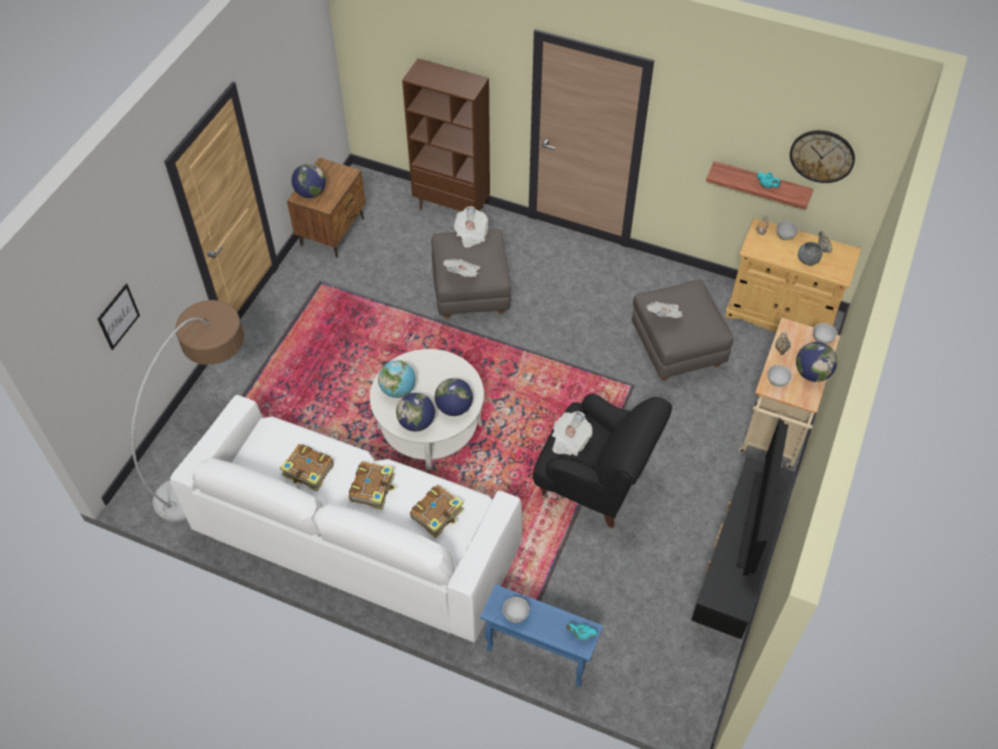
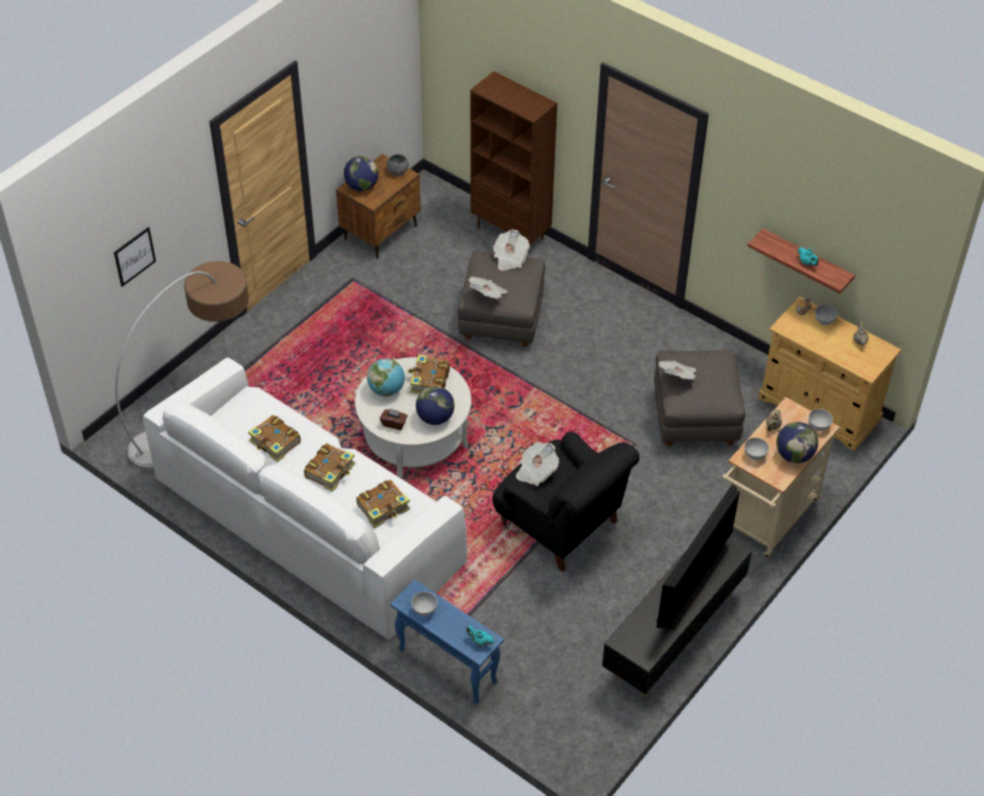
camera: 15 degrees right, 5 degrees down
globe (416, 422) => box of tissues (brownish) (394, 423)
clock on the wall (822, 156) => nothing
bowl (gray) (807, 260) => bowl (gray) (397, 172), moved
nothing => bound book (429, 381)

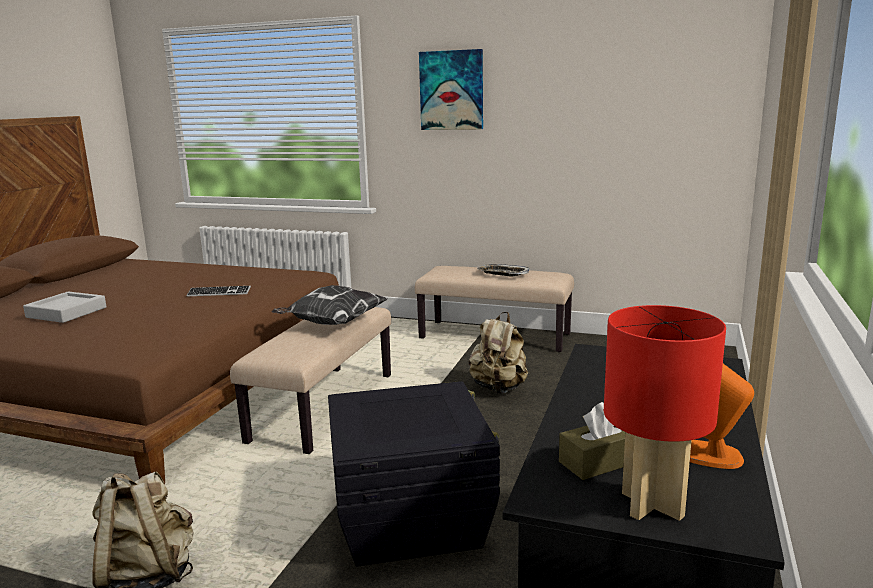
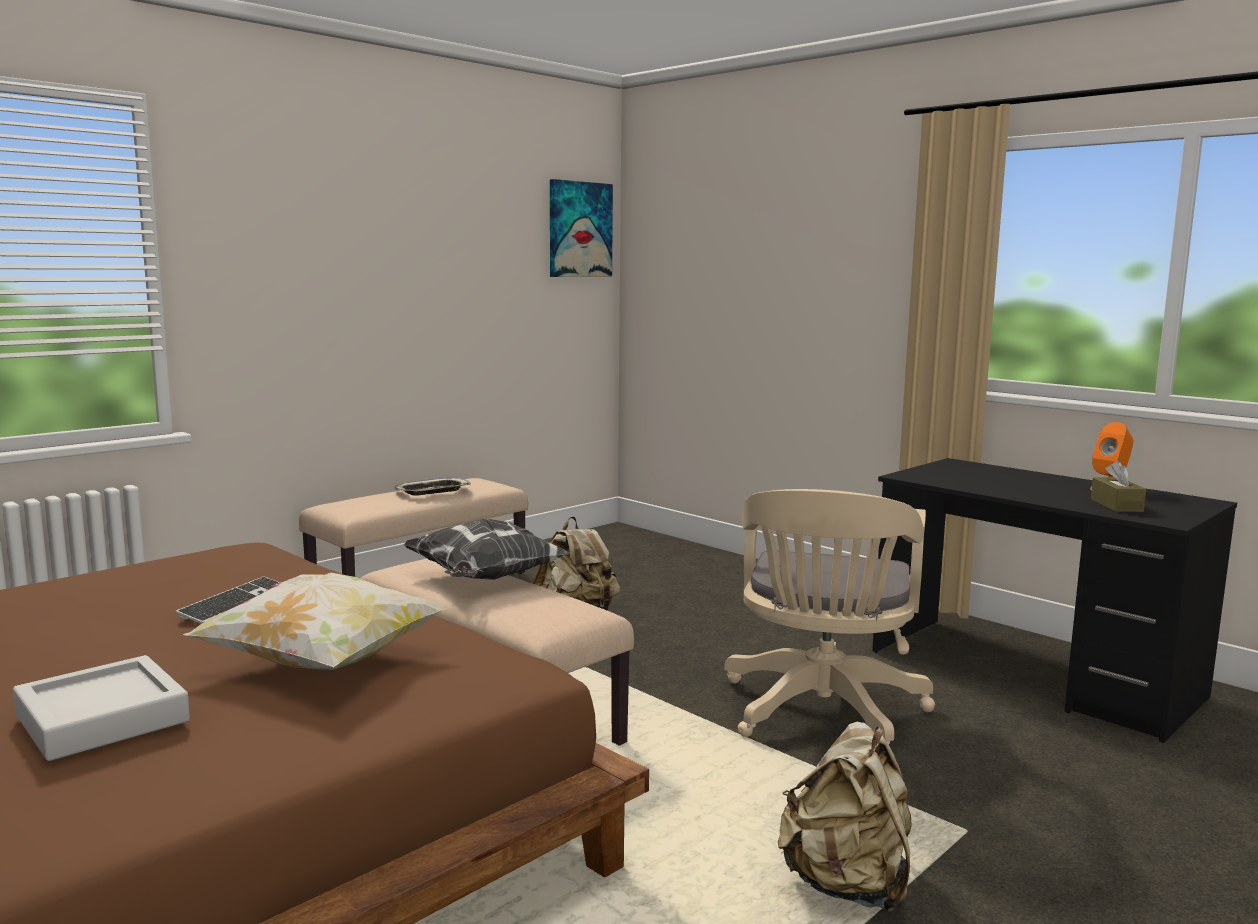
camera: 65 degrees left, 5 degrees down
storage container (black-coloured) (411, 518) => computer chair (beige-coloured) (822, 715)
wall art (451, 90) => wall art (579, 229), moved
lamp for a table (red) (652, 505) => nothing
nothing => throw pillow (323, 664)

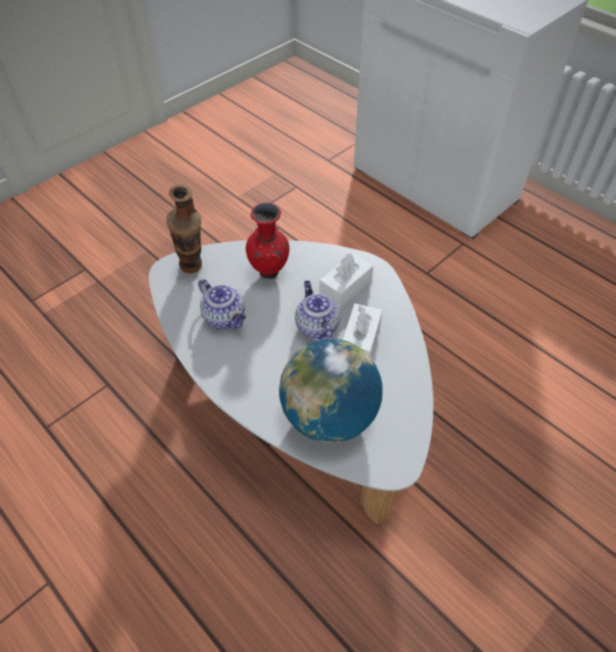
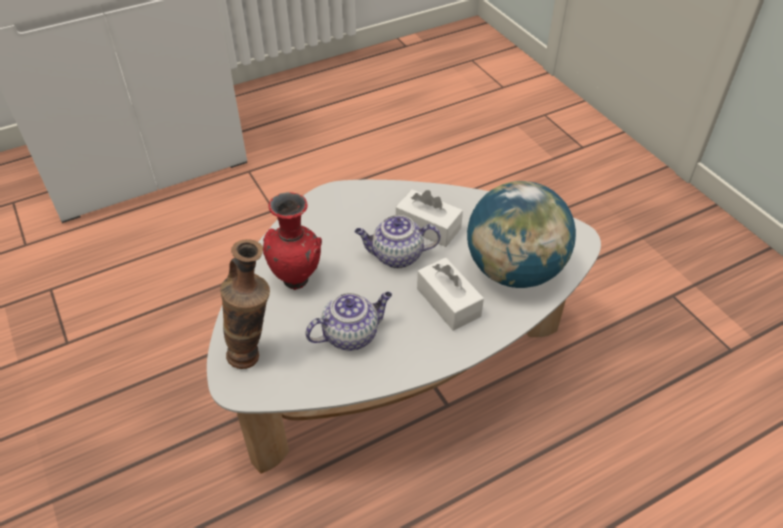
camera: 75 degrees left, 5 degrees down
box of tissues (white) (345, 287) => box of tissues (white) (448, 302), moved

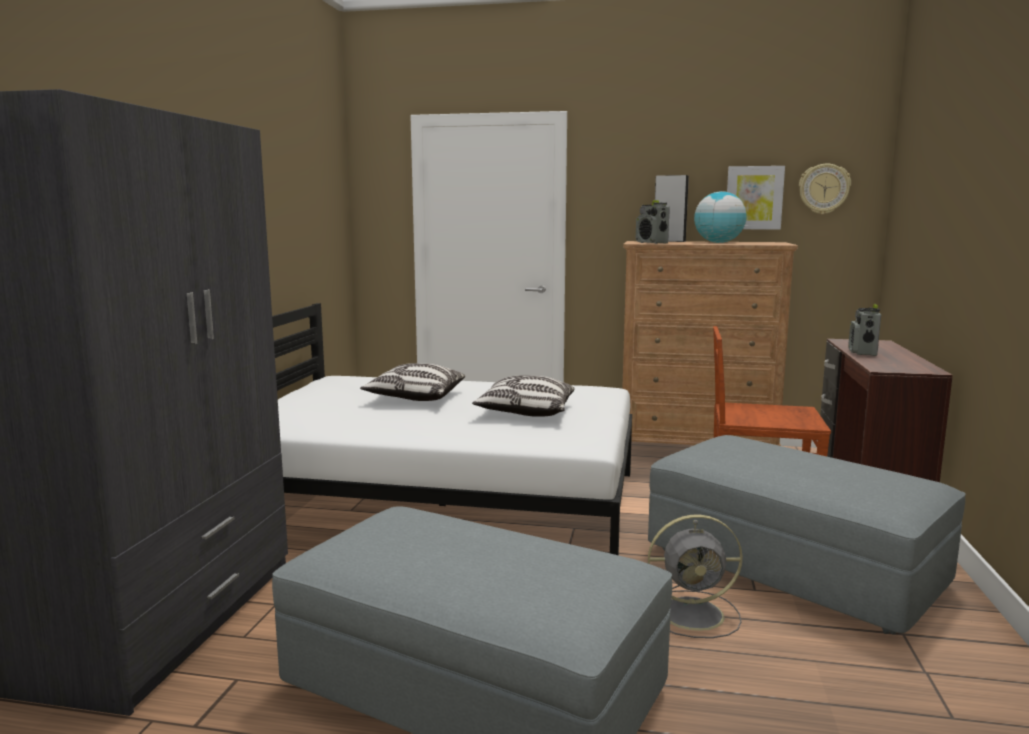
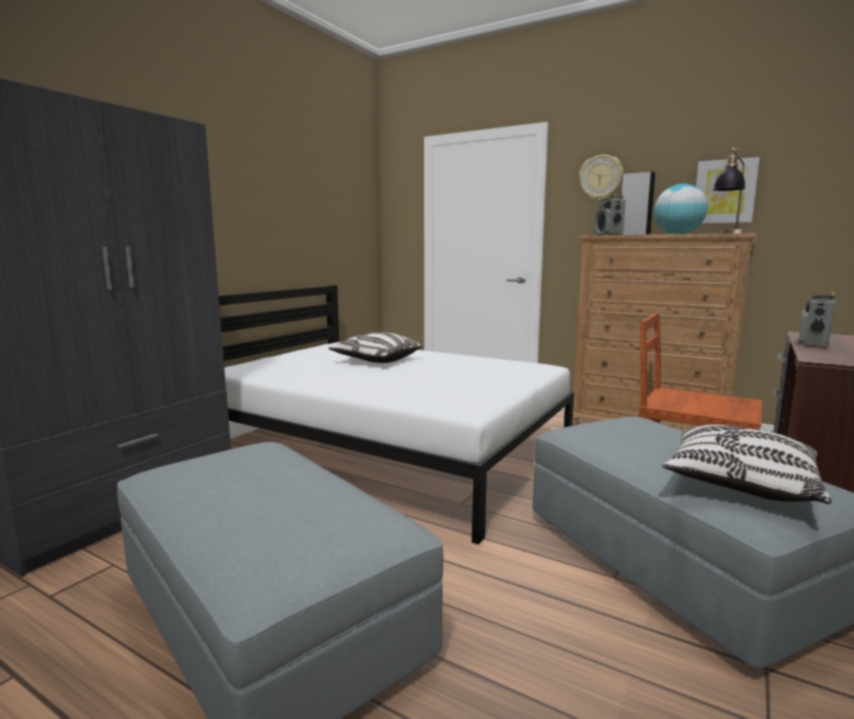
camera: 20 degrees right, 0 degrees up
throw pillow (525, 412) => throw pillow (740, 484), moved
fan (gray) (695, 614) => nothing
clock on the wall (824, 189) => clock on the wall (601, 177), moved
nothing => lamp for a table (729, 233)

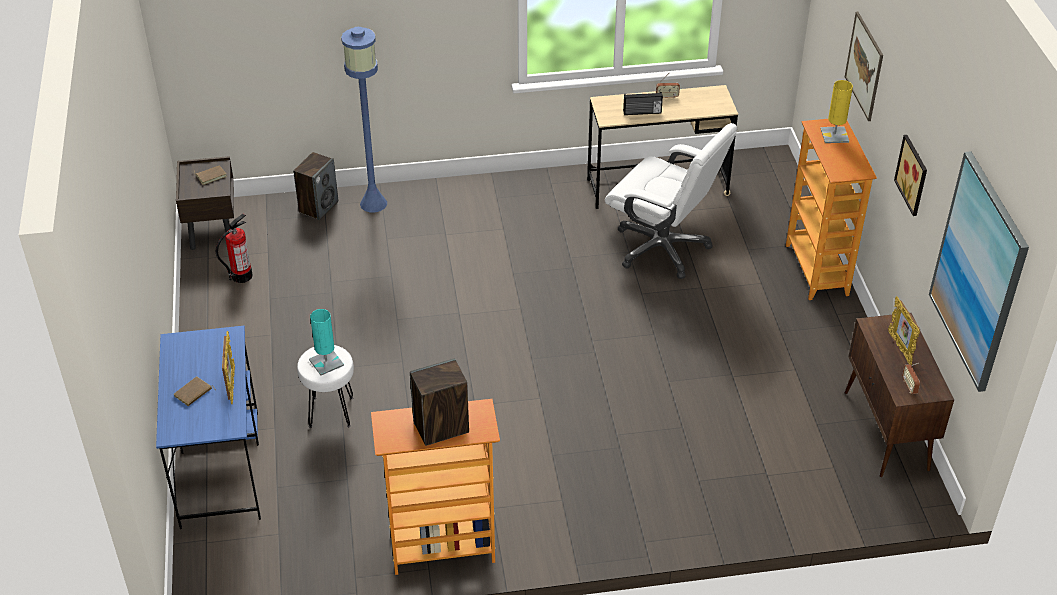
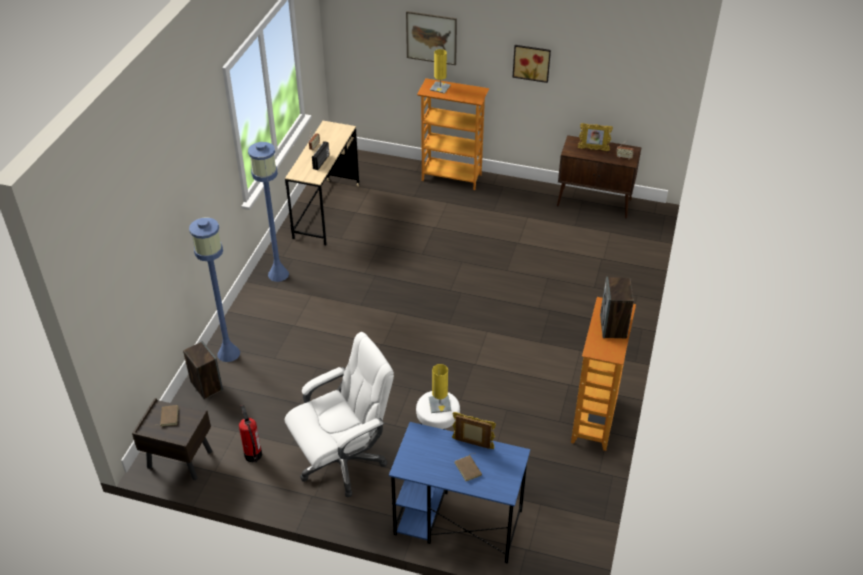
camera: 65 degrees left, 0 degrees up
lamp for a table (turquoise) (326, 362) => lamp for a table (yellowish) (439, 404)
computer chair (white) (663, 248) => computer chair (white) (343, 461), moved
wall art (978, 272) => nothing
nothing => standing lamp (bluish) (278, 274)

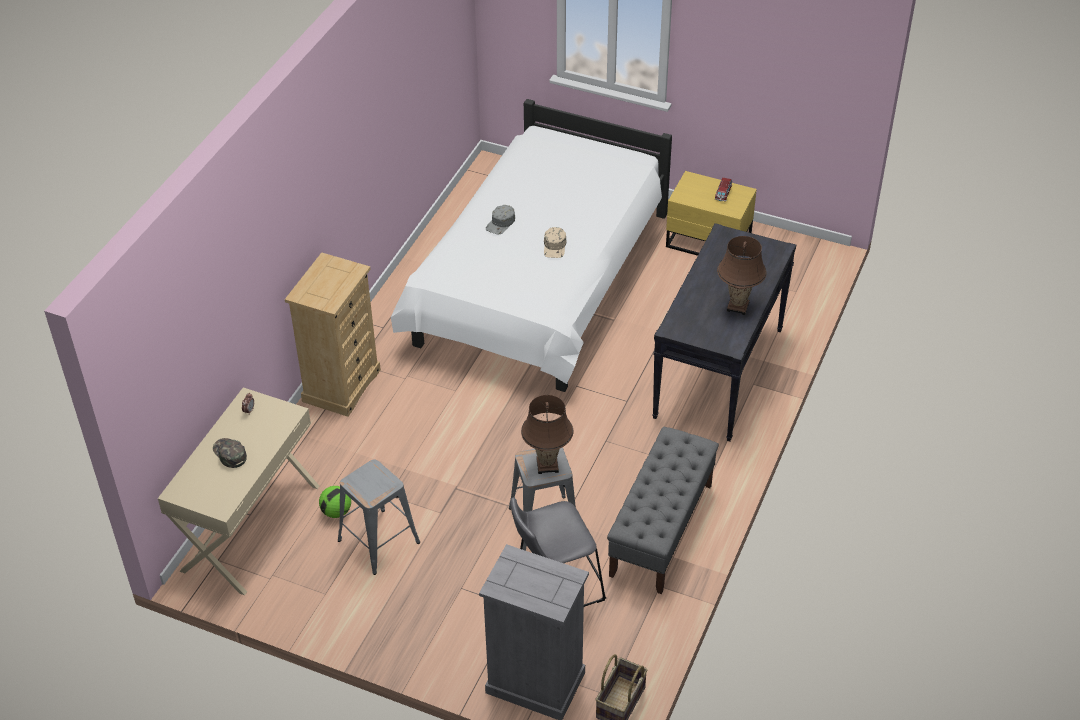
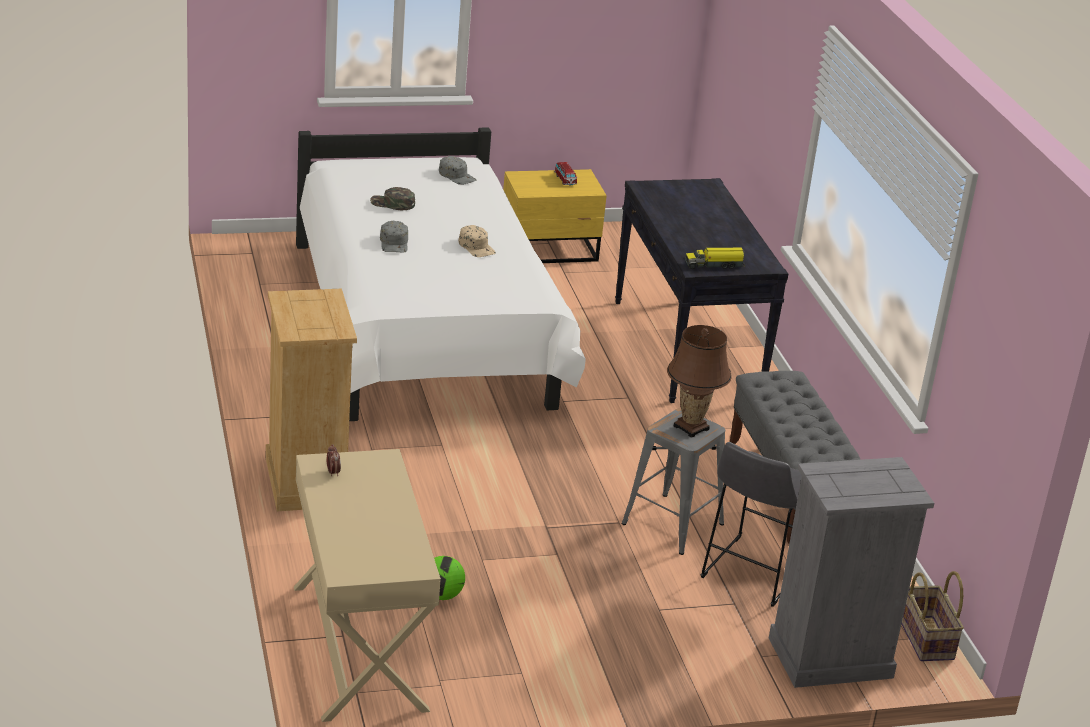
camera: 40 degrees left, 15 degrees down
cap (greenish) (229, 454) => cap (greenish) (392, 204), moved
stool seat (gray) (379, 541) => nothing
lamp for a table (brownish) (738, 307) => nothing
nothing => cap (gray) (457, 176)
nothing => toy truck (714, 265)

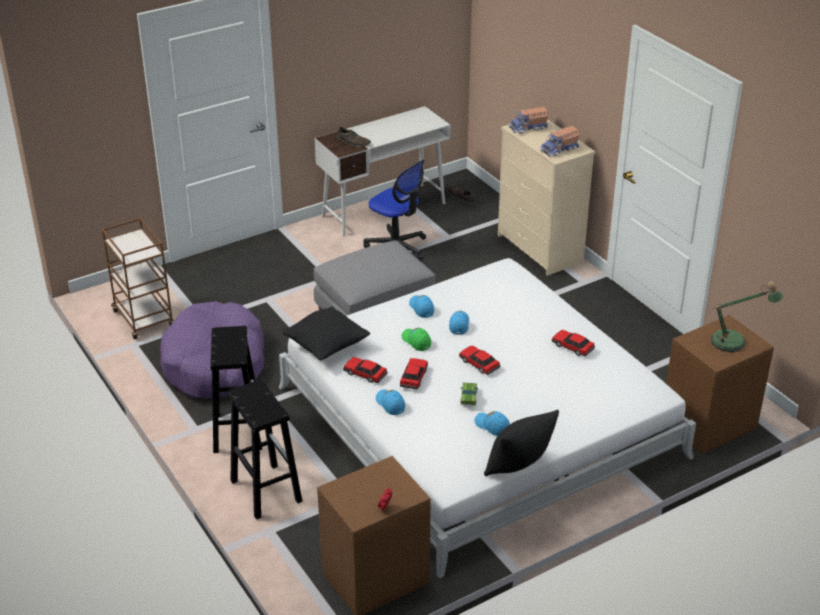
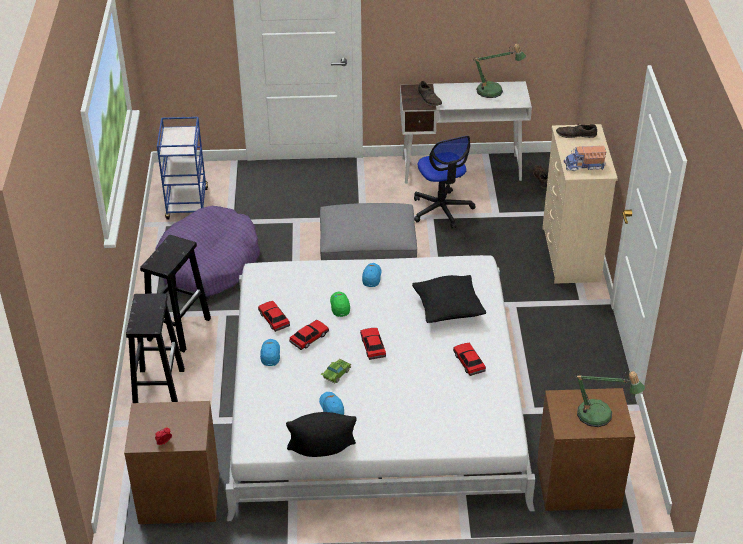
camera: 30 degrees right, 5 degrees up
wheeled cart (brownish) (144, 319) => wheeled cart (bluish) (187, 205)
throw pillow (black-coloured) (326, 347) => throw pillow (black-coloured) (448, 311), moved
cap (bluish) (459, 325) => nothing
toy truck (529, 128) => item of footwear (brownish) (576, 135)
nothing => lamp for a table (494, 92)

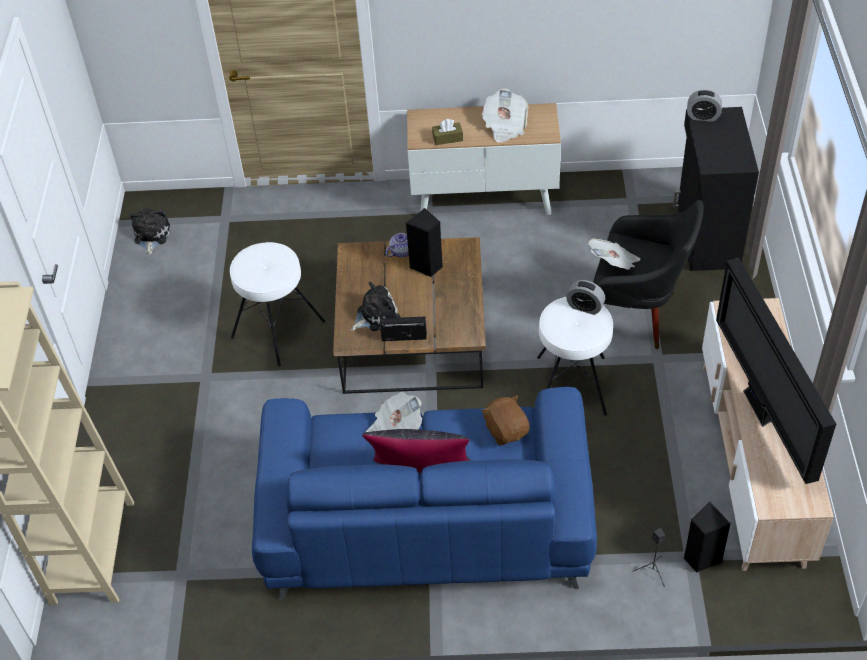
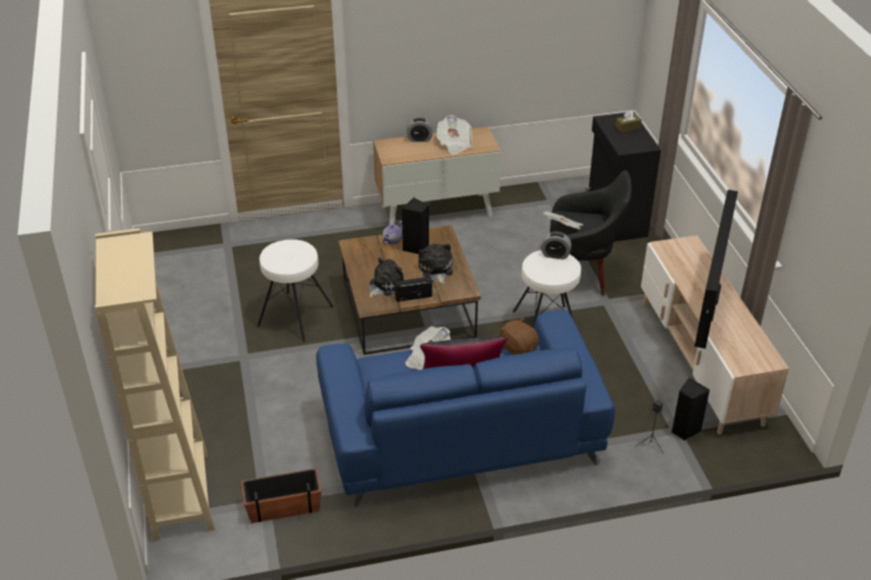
camera: 15 degrees left, 10 degrees down
plush toy (151, 235) => plush toy (436, 270), moved
box of tissues (brownish) (447, 138) => box of tissues (brownish) (627, 127), moved
bedside clock (703, 116) => bedside clock (419, 139), moved
TV set (760, 409) => TV set (710, 307), 135 degrees counterclockwise
nothing => flower pot (283, 506)

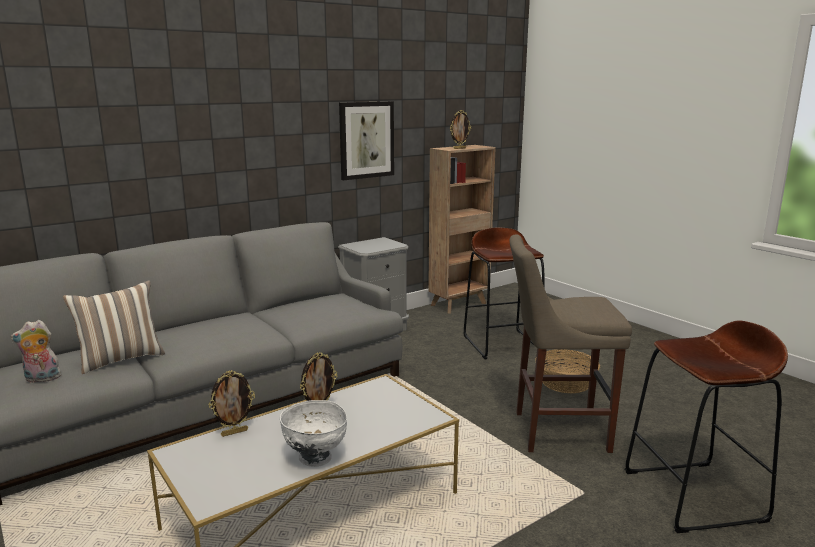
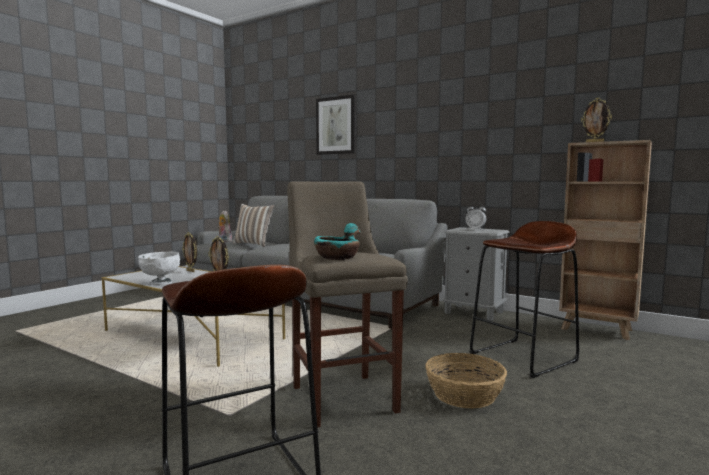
camera: 70 degrees right, 10 degrees down
wall art (366, 140) => wall art (336, 125), moved
nothing => bowl (turquoise) (337, 257)
nothing => bedside clock (475, 229)

